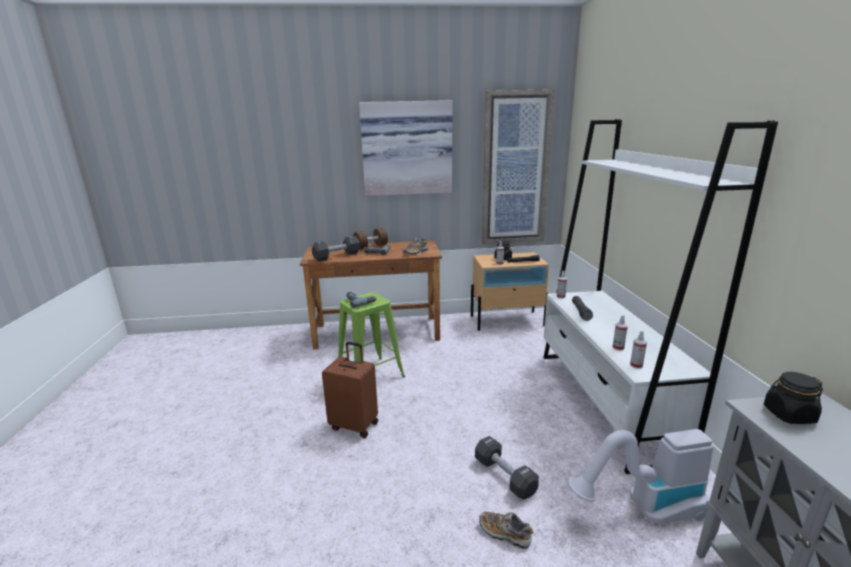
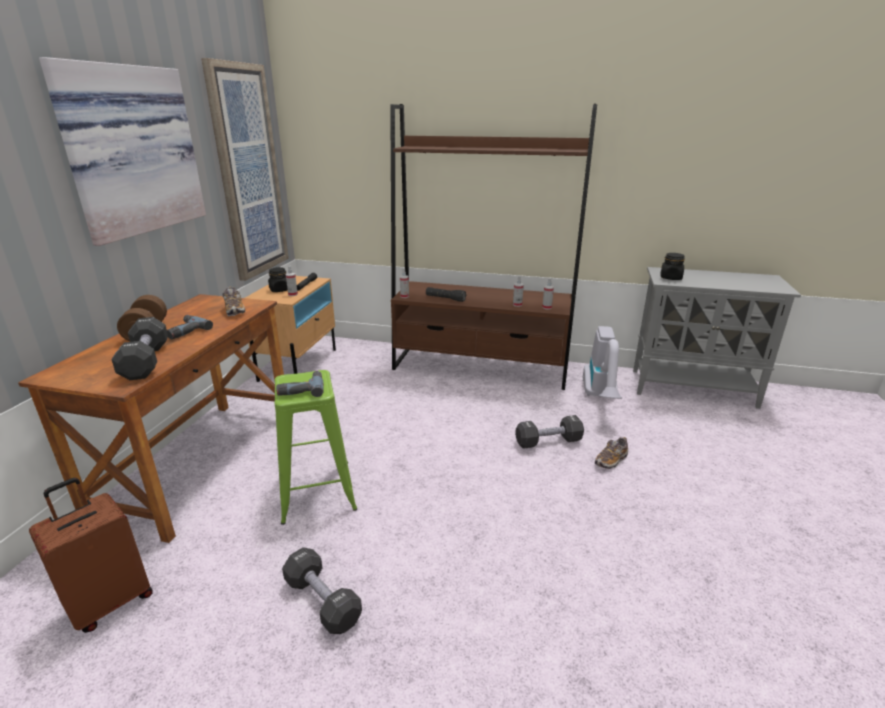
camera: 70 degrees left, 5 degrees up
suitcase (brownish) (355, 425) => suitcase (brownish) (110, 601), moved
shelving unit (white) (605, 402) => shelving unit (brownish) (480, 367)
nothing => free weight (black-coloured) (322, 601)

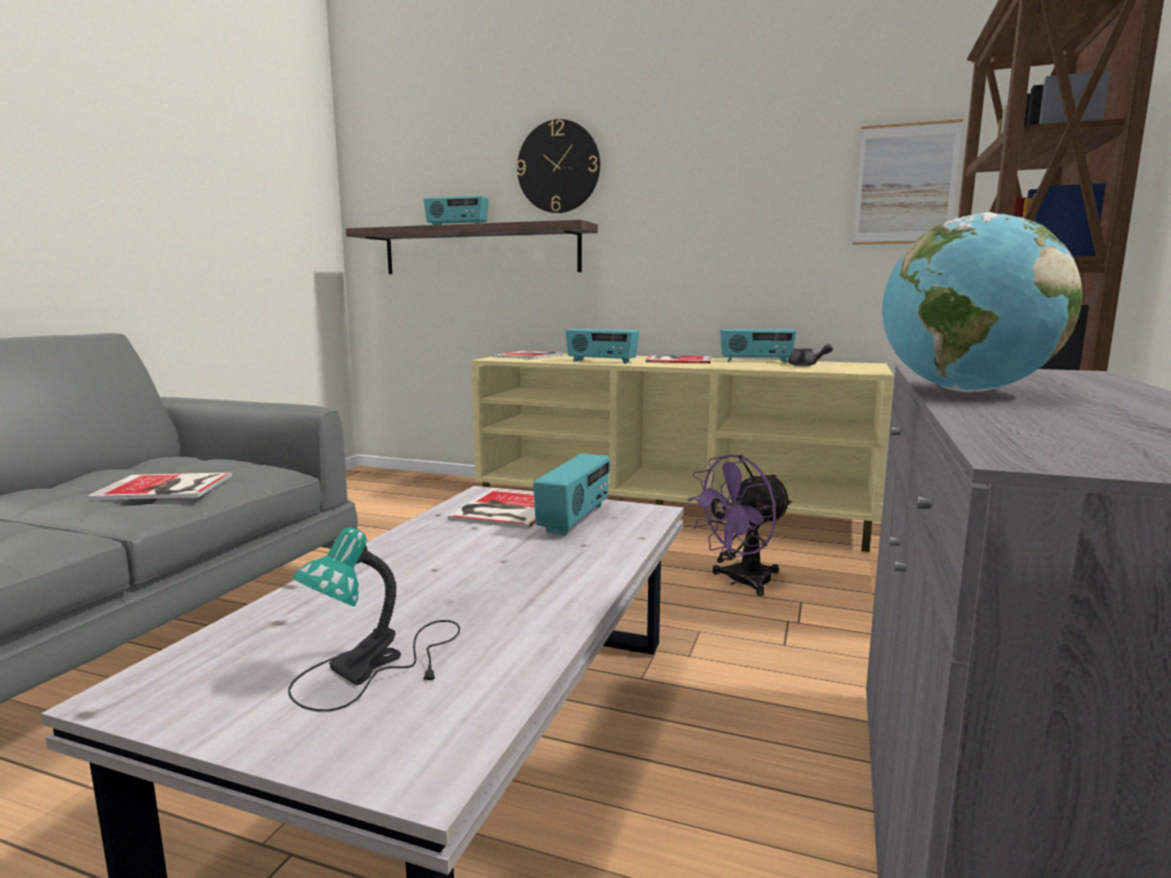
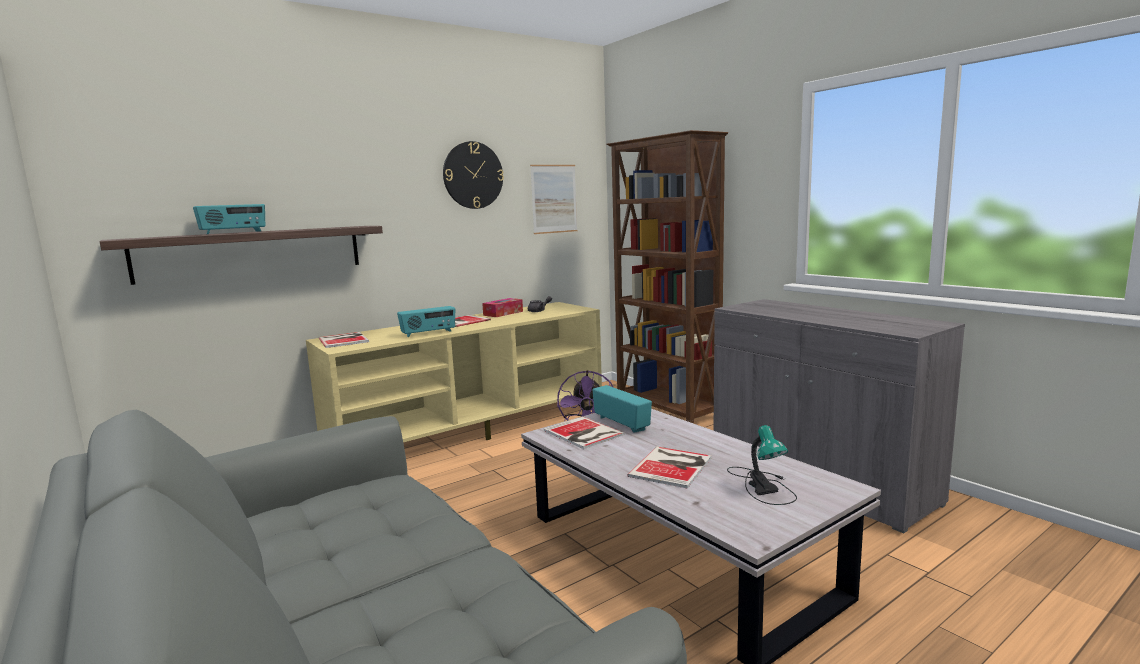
camera: 55 degrees left, 0 degrees up
bound book (166, 487) => bound book (673, 466), moved
clock on the wall (558, 167) => clock on the wall (473, 175), moved
radio set (756, 361) => box of tissues (503, 313)
globe (964, 391) => nothing

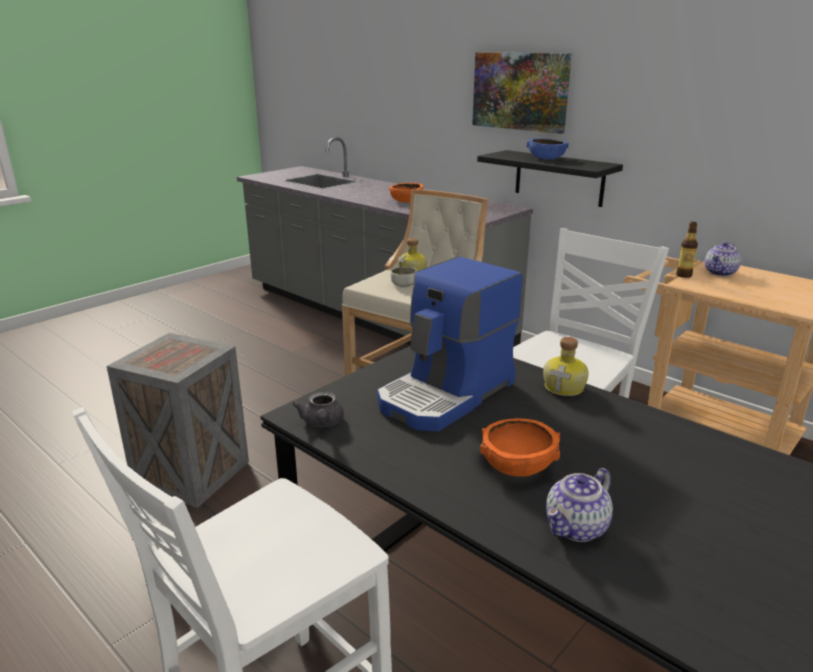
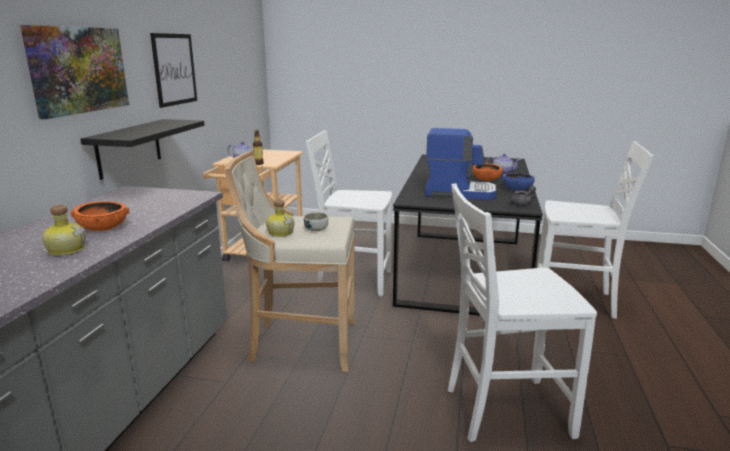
camera: 120 degrees left, 5 degrees down
shipping crate (194, 473) => upright chair (white) (504, 410)
bowl (bluish) (546, 159) => bowl (bluish) (517, 189), moved
drink bottle (565, 387) => drink bottle (66, 249), moved
nothing => wall art (174, 69)

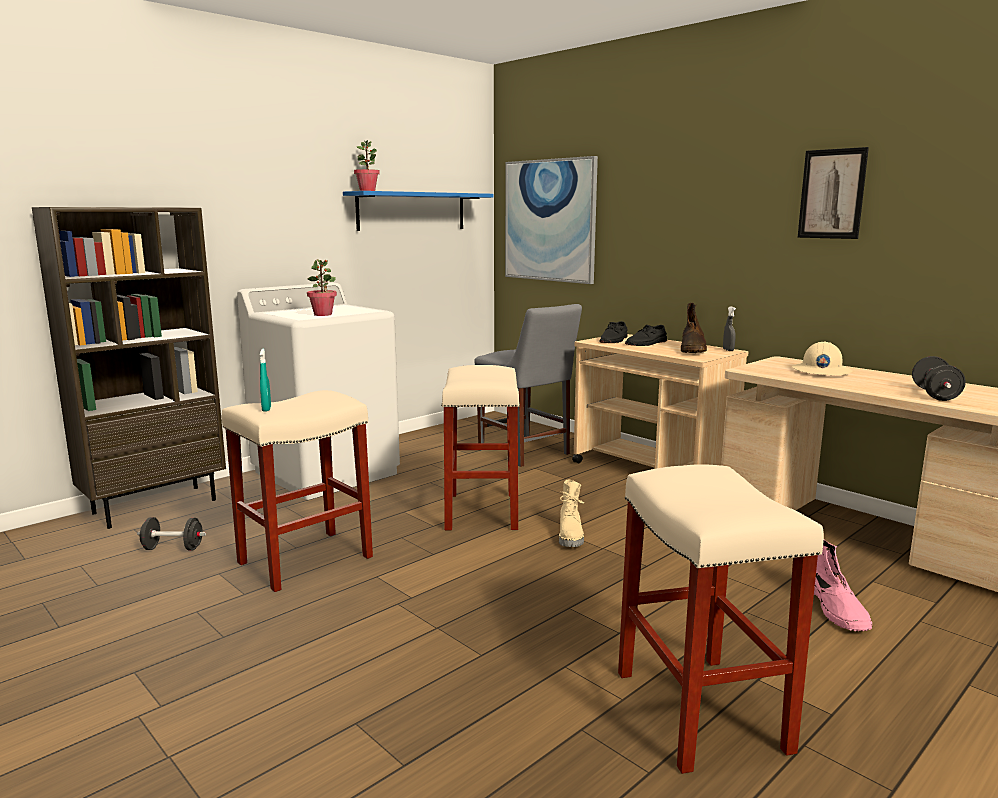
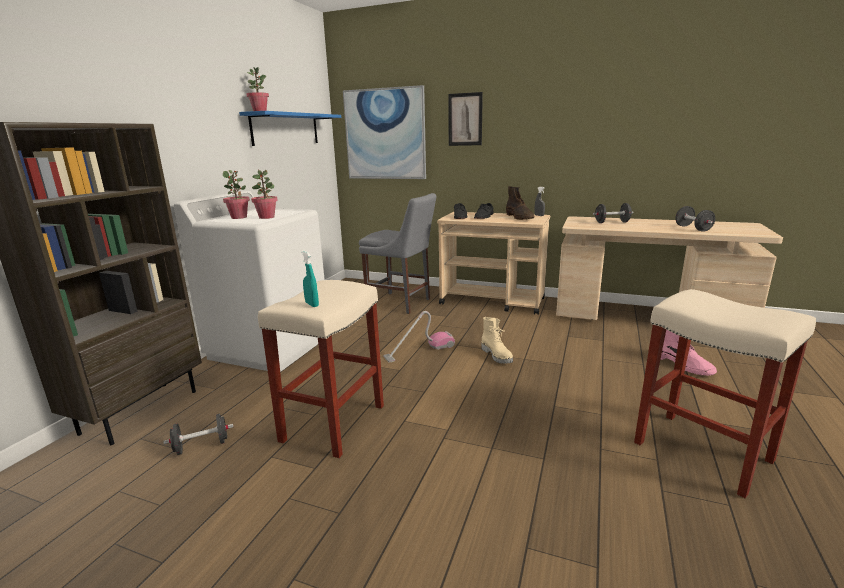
camera: 25 degrees left, 5 degrees up
stool seat (beige-coloured) (481, 511) => hoover (419, 351)
hard hat (beige-coloured) (820, 371) => free weight (black-coloured) (612, 222)
wall art (832, 194) => wall art (465, 119), moved
nothing => plant in a pot (239, 217)

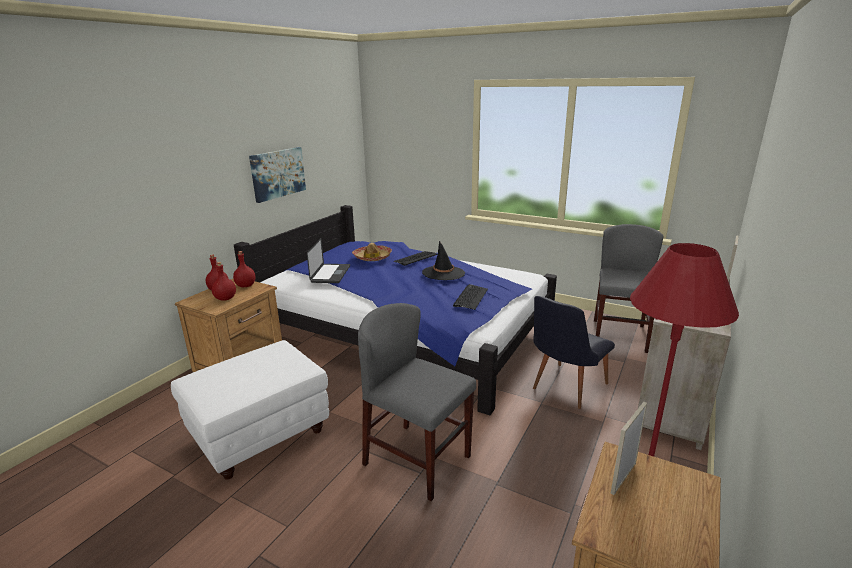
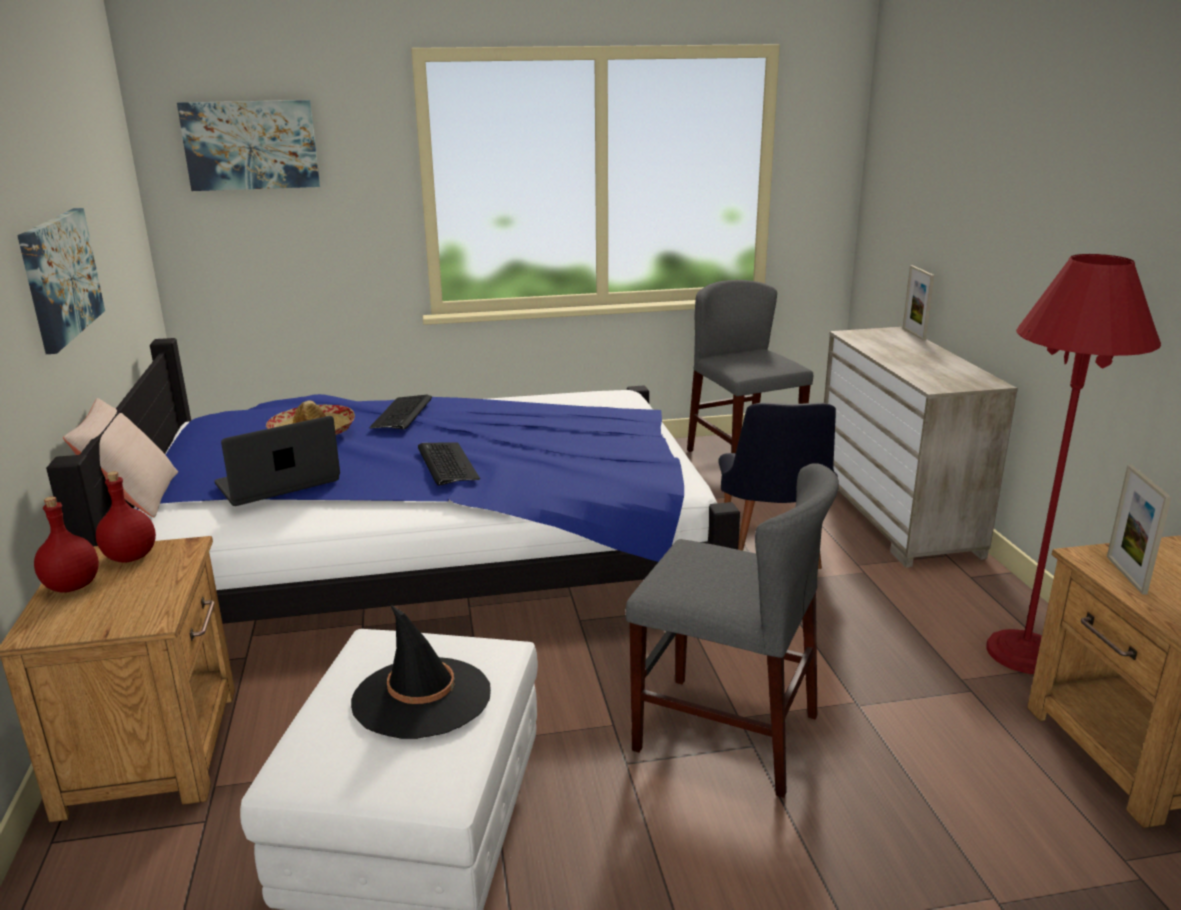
camera: 40 degrees left, 0 degrees up
drink bottle (red) (226, 298) => nothing
laptop (330, 274) => laptop (278, 483), 90 degrees counterclockwise
upright chair (gray) (417, 460) => upright chair (gray) (725, 732), 150 degrees counterclockwise
hat (black-coloured) (443, 273) => hat (black-coloured) (422, 697), moved
computer keyboard (470, 297) => computer keyboard (447, 464), moved
nothing => throw pillow (beige-coloured) (133, 496)
nothing => wall art (251, 145)

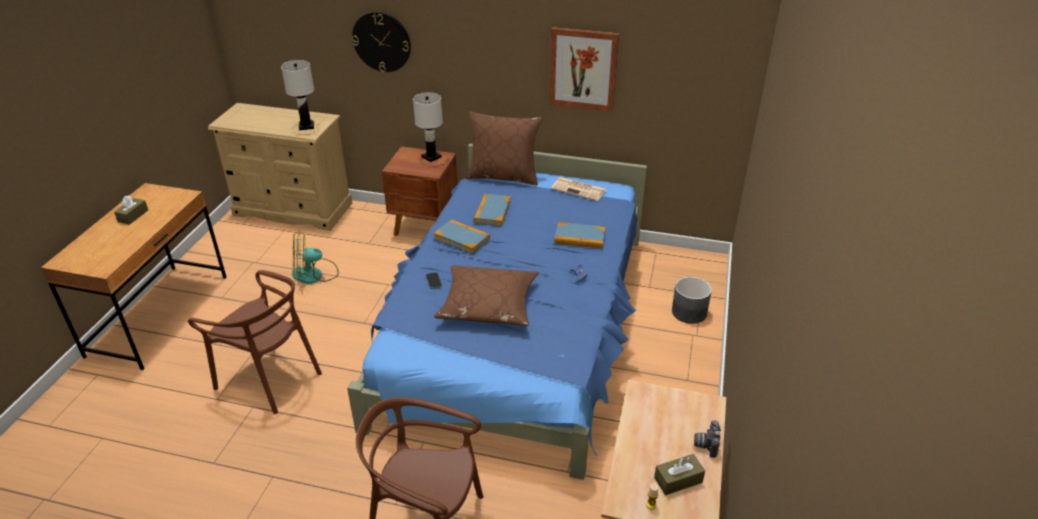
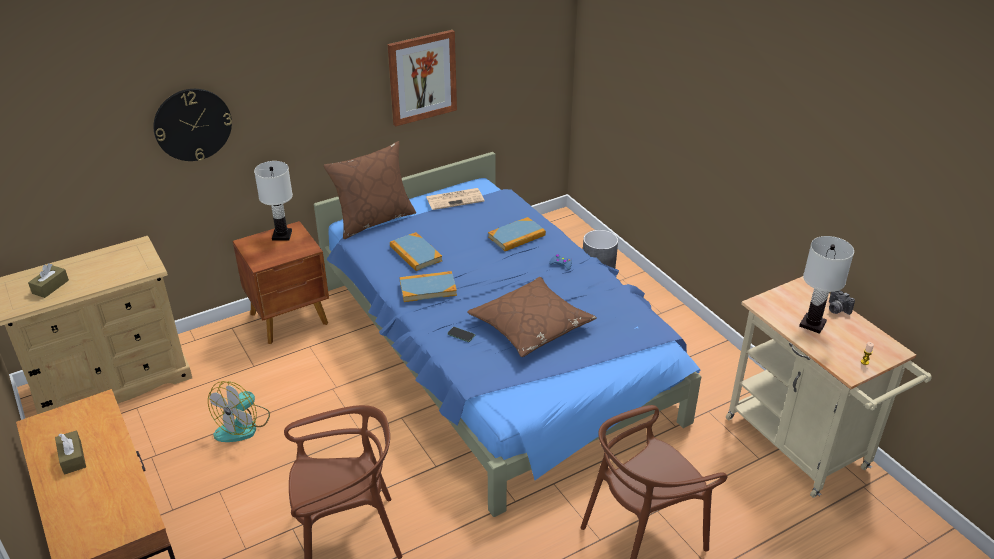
camera: 45 degrees left, 0 degrees up
lamp for a table (white) (306, 126) => lamp for a table (white) (813, 324), moved
box of tissues (brownish) (678, 480) => box of tissues (brownish) (50, 287), moved

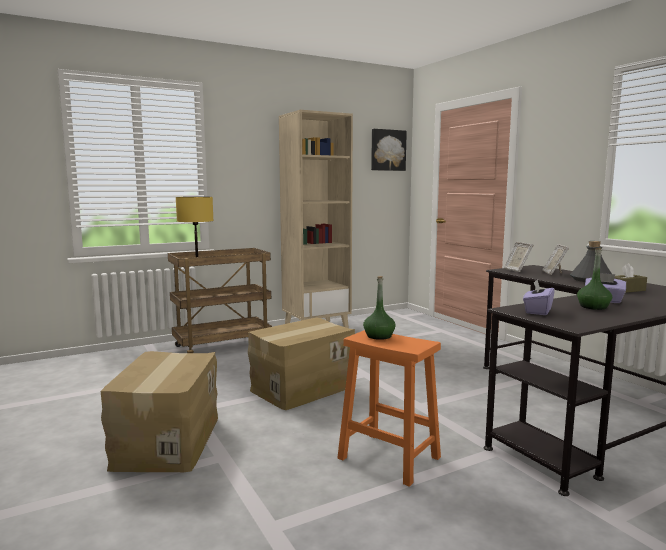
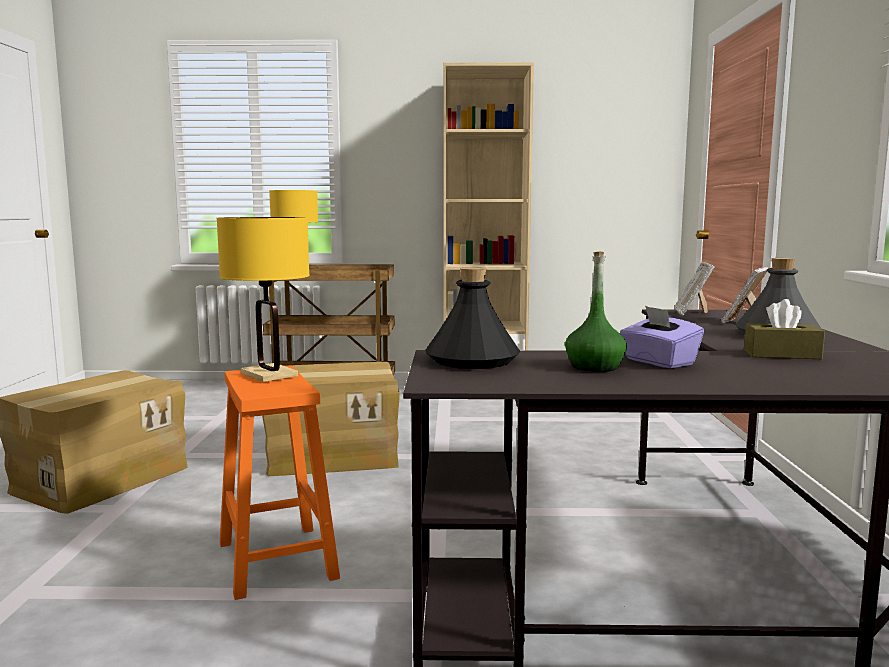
camera: 30 degrees right, 0 degrees up
drink bottle (greenish) (379, 336) => lamp for a table (yellowish) (269, 374)
wall art (387, 150) => nothing
box of tissues (purple-coloured) (537, 311) => drink bottle (black-coloured) (472, 361)

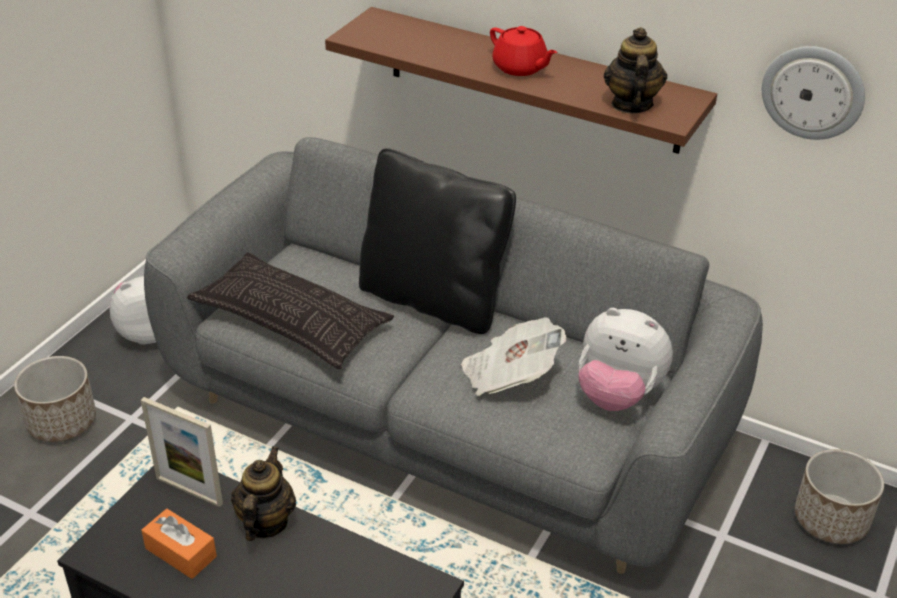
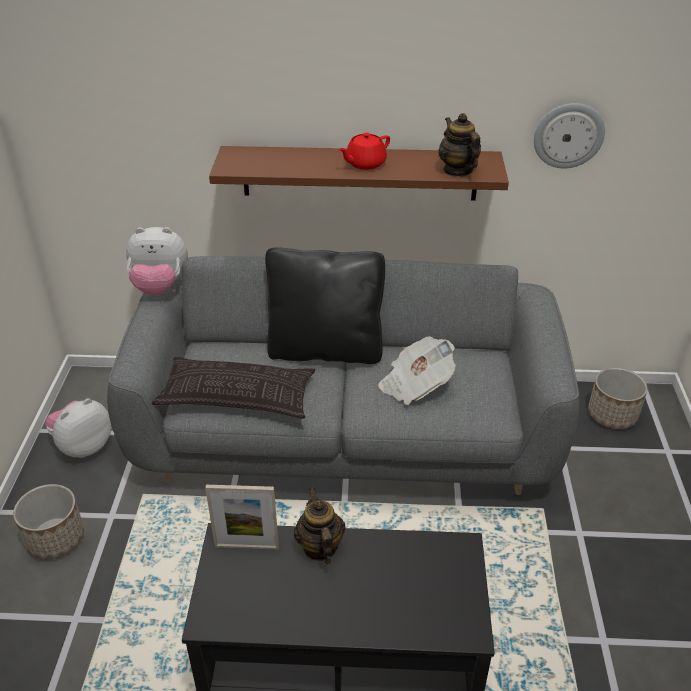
camera: 25 degrees left, 0 degrees up
box of tissues (orange-coloured) (181, 552) => nothing
tea pot (red) (520, 68) => tea pot (red) (364, 164), 120 degrees clockwise
plush toy (617, 394) => plush toy (160, 287), moved

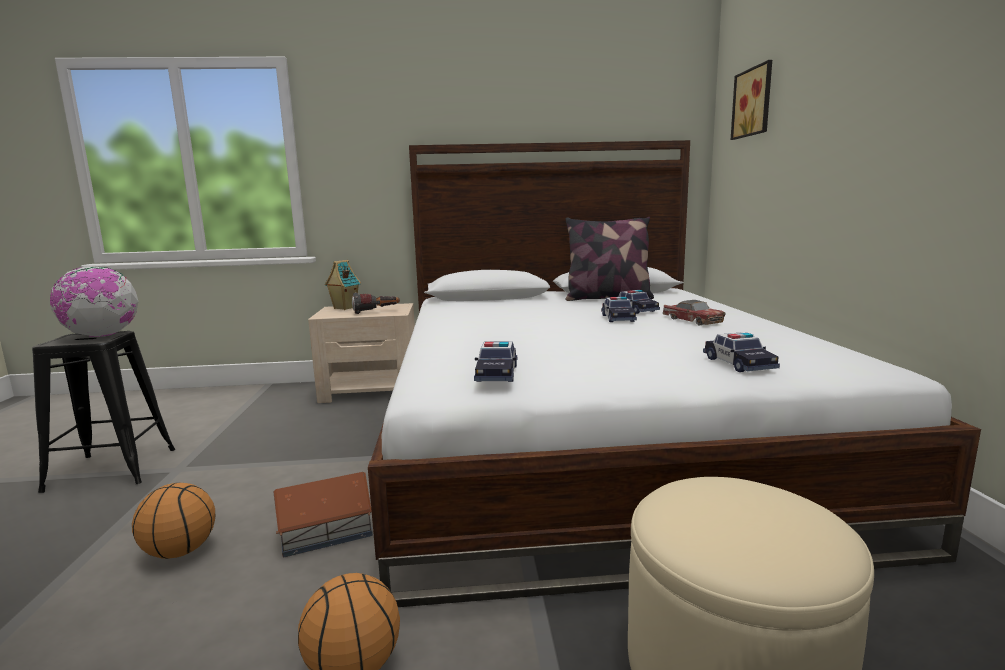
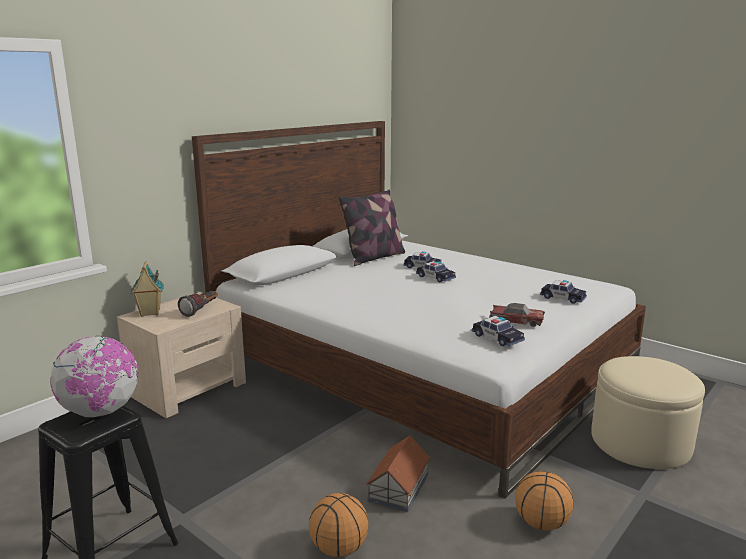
camera: 45 degrees left, 5 degrees up
toy car (692, 320) => toy car (516, 321), moved
wall art (754, 102) => nothing

